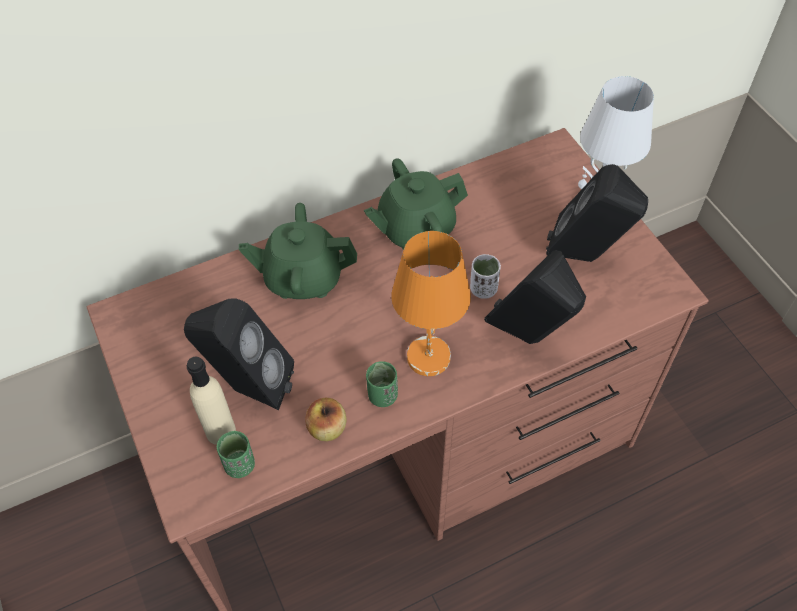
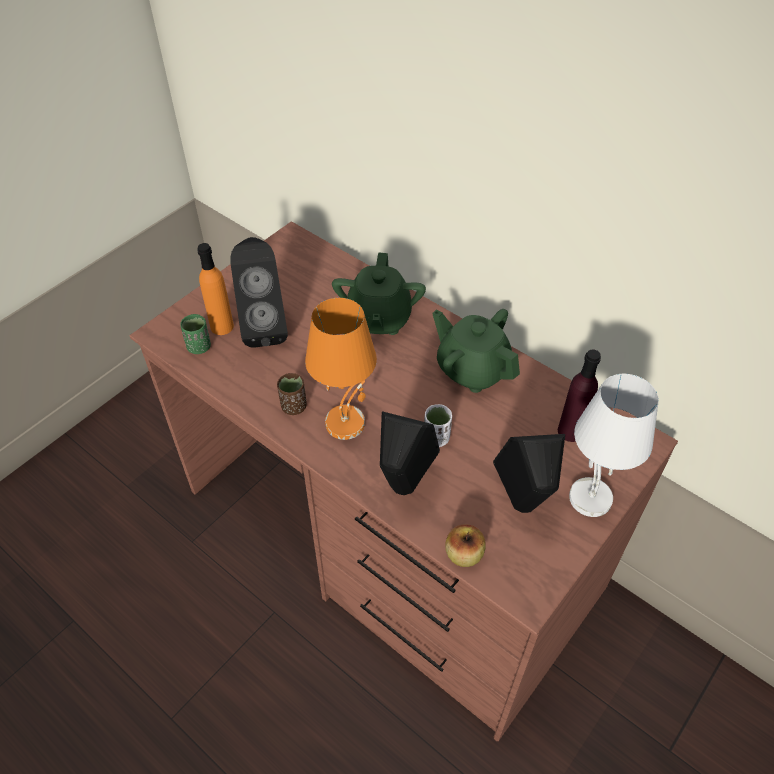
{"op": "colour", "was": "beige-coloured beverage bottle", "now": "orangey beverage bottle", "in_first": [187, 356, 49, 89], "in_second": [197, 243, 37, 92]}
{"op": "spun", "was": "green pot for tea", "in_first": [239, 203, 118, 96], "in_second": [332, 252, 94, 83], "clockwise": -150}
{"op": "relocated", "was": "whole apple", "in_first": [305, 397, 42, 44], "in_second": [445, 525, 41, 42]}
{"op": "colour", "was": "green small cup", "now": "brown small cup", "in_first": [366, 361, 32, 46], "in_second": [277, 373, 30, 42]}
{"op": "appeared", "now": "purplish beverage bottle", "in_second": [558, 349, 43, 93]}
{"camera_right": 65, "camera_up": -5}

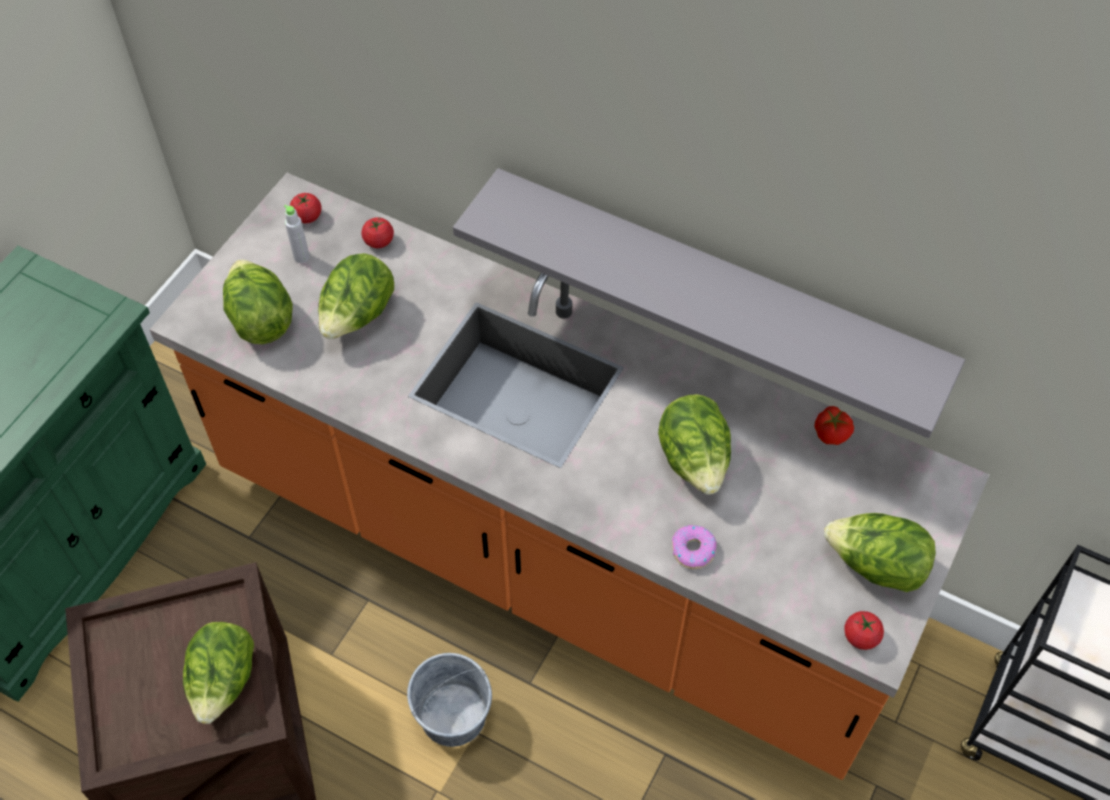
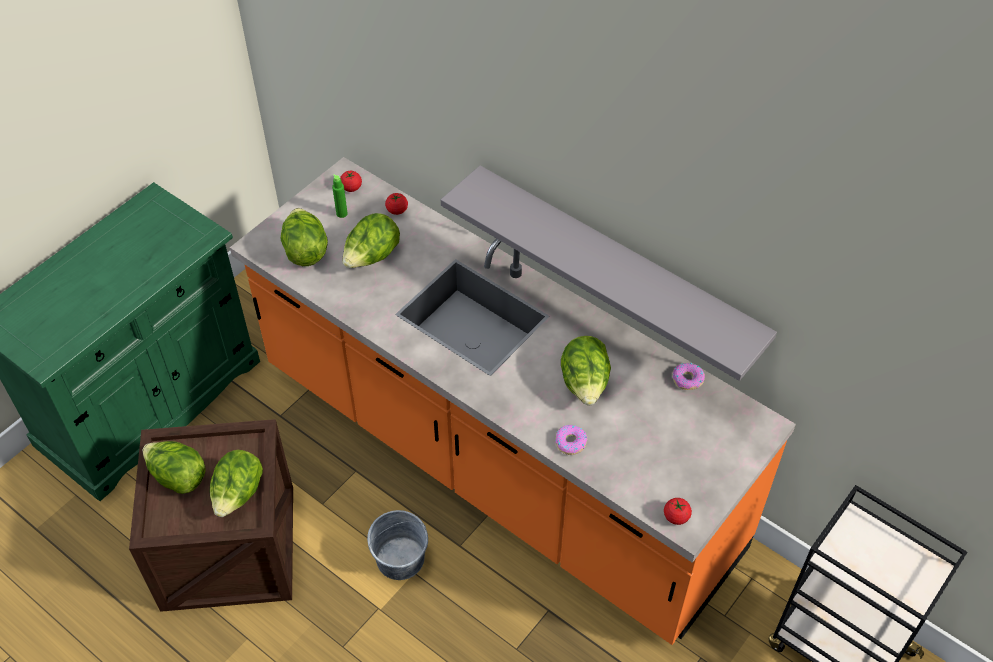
{"op": "colour", "was": "grey beverage bottle", "now": "green beverage bottle", "in_first": [284, 205, 26, 58], "in_second": [332, 174, 16, 44]}
{"op": "exchanged", "was": "fresh tomato", "now": "ring doughnut", "in_first": [814, 406, 40, 39], "in_second": [673, 363, 32, 27]}
{"op": "relocated", "was": "head of lettuce", "in_first": [824, 513, 112, 79], "in_second": [142, 441, 64, 53]}
{"camera_right": 10, "camera_up": -5}

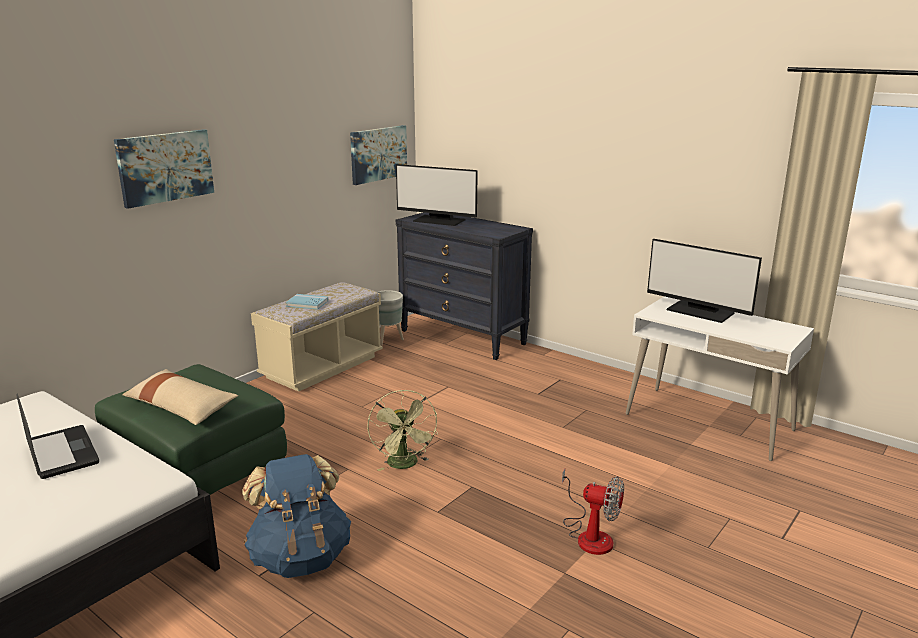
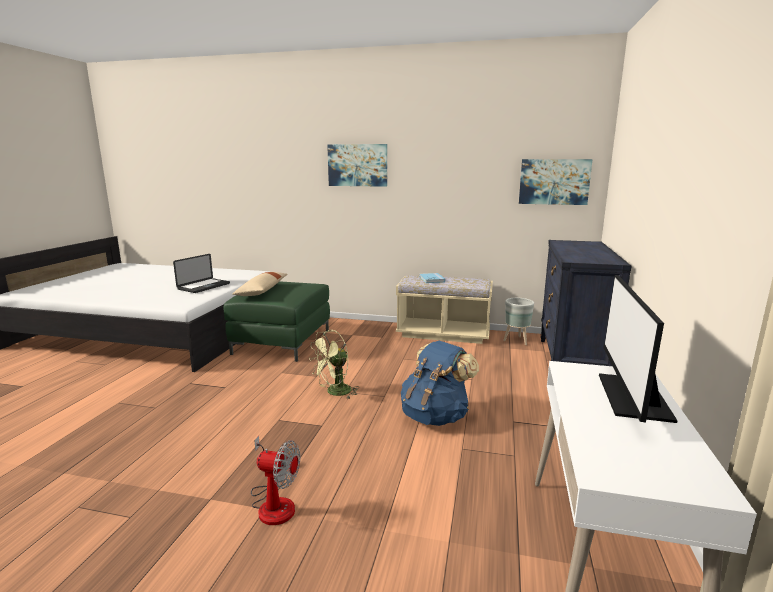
{"op": "relocated", "was": "bluish rucksack", "in_first": [243, 454, 108, 124], "in_second": [401, 341, 78, 85]}
{"op": "missing", "was": "computer display", "in_first": [396, 164, 82, 62]}
{"op": "spun", "was": "electric fan", "in_first": [562, 469, 62, 86], "in_second": [251, 436, 49, 89], "clockwise": -75}
{"camera_right": 65, "camera_up": -5}

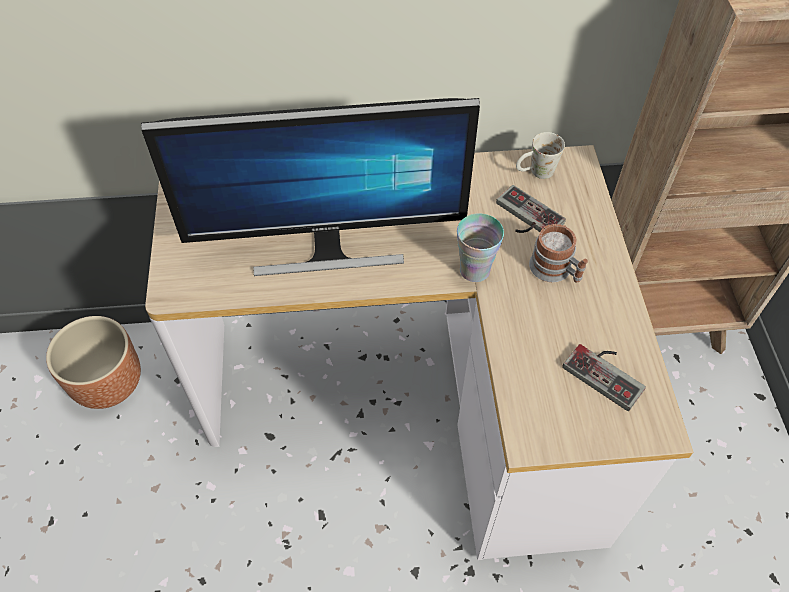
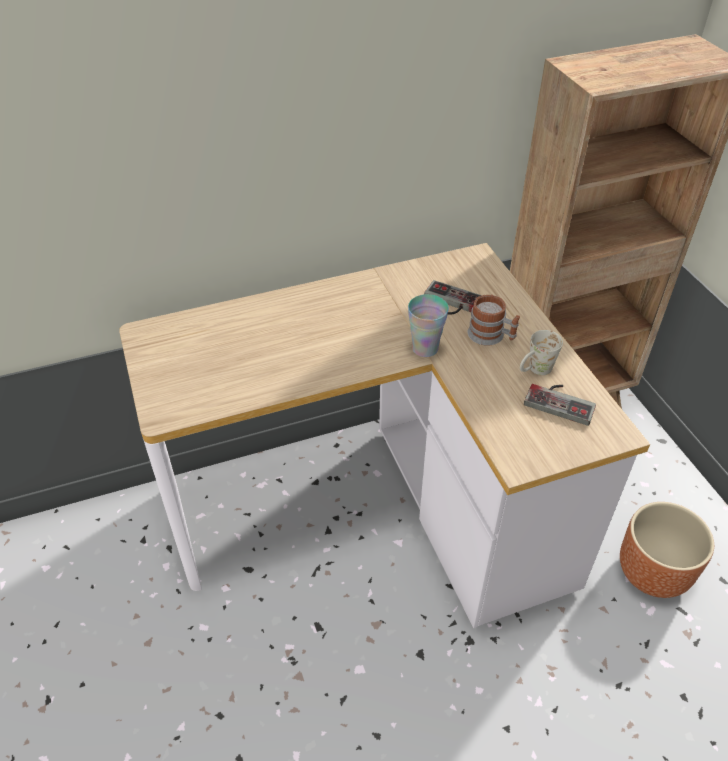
{"op": "relocated", "was": "brown flower pot", "in_first": [46, 316, 95, 93], "in_second": [620, 502, 94, 96]}
{"op": "missing", "was": "computer display", "in_first": [141, 98, 339, 178]}
{"op": "relocated", "was": "white mug", "in_first": [516, 132, 49, 47], "in_second": [520, 330, 43, 45]}
{"camera_right": -15, "camera_up": -10}

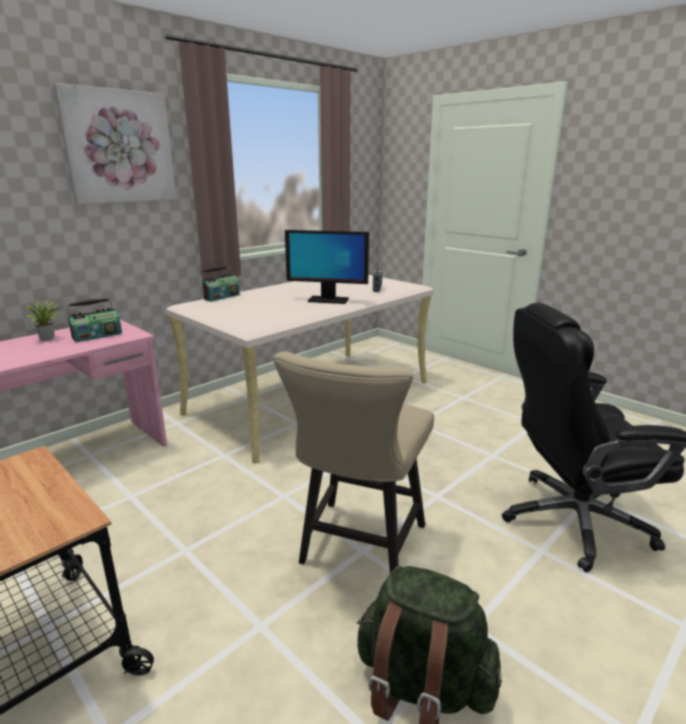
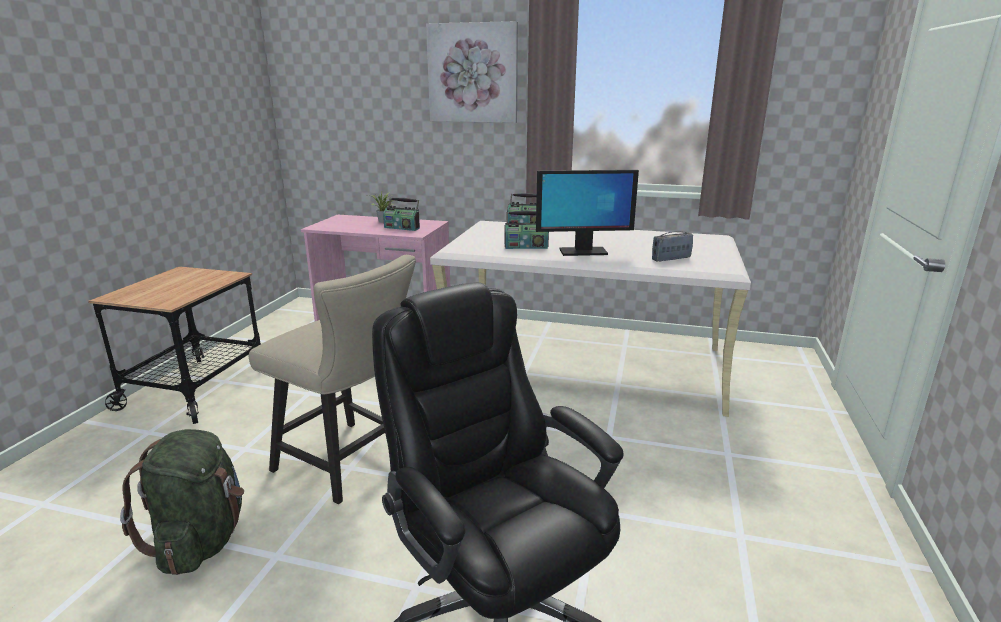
{"op": "spun", "was": "beige-coloured chair", "in_first": [273, 351, 161, 222], "in_second": [249, 255, 167, 249], "clockwise": -135}
{"op": "spun", "was": "computer display", "in_first": [285, 230, 84, 74], "in_second": [536, 170, 103, 86], "clockwise": -75}
{"op": "appeared", "now": "radio", "in_second": [505, 211, 44, 38]}
{"camera_right": 60, "camera_up": 0}

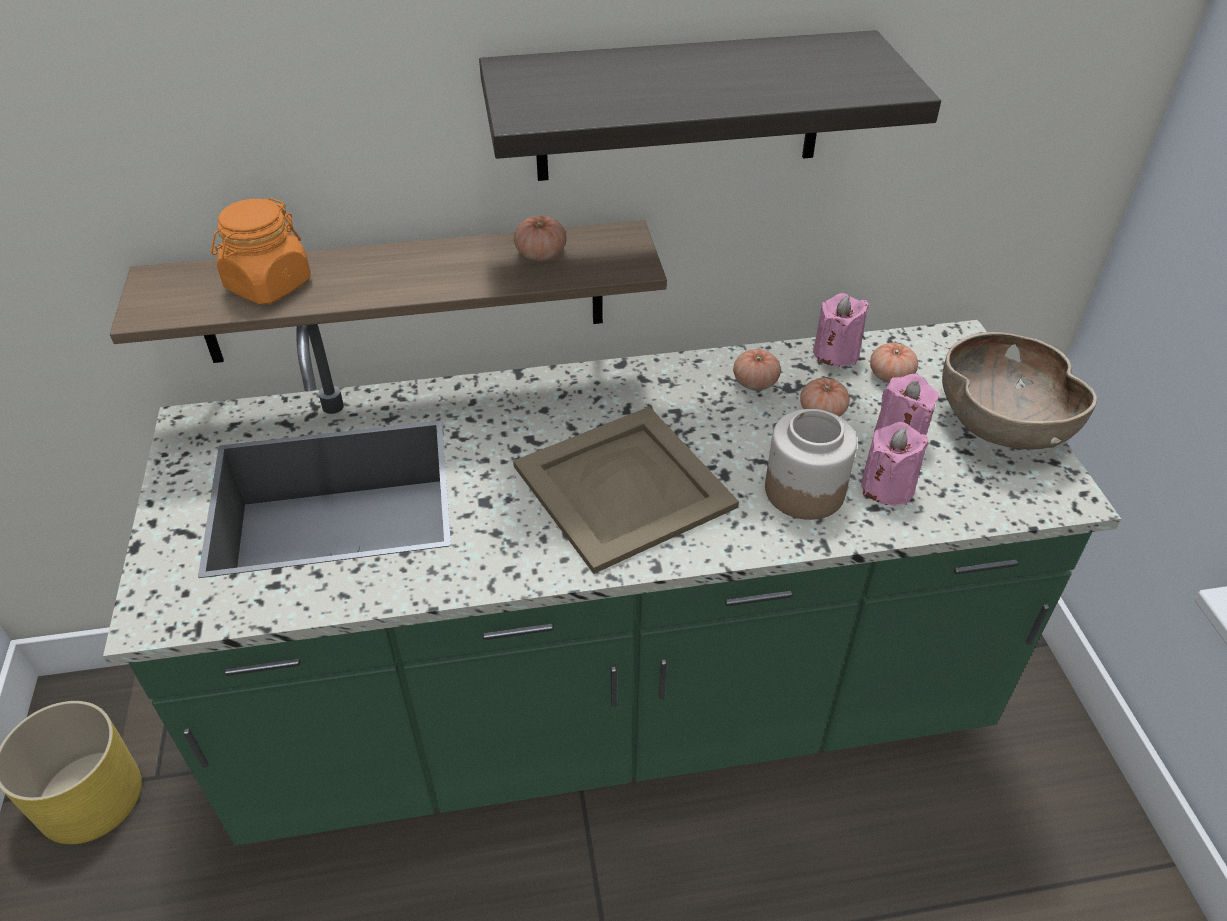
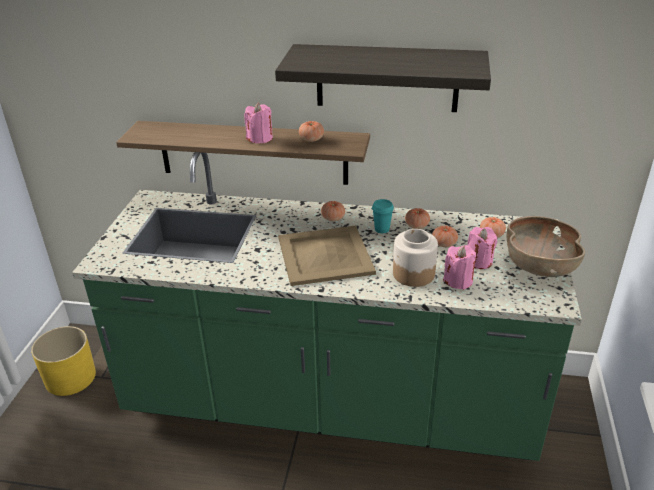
{"op": "missing", "was": "orangey storage jar", "in_first": [211, 197, 100, 108]}
{"op": "relocated", "was": "pink wax light", "in_first": [813, 293, 56, 74], "in_second": [244, 103, 29, 40]}
{"op": "appeared", "now": "fresh tomato", "in_second": [321, 201, 24, 20]}
{"op": "appeared", "now": "turquoise-coloured small cup", "in_second": [372, 199, 22, 34]}
{"camera_right": 20, "camera_up": -10}

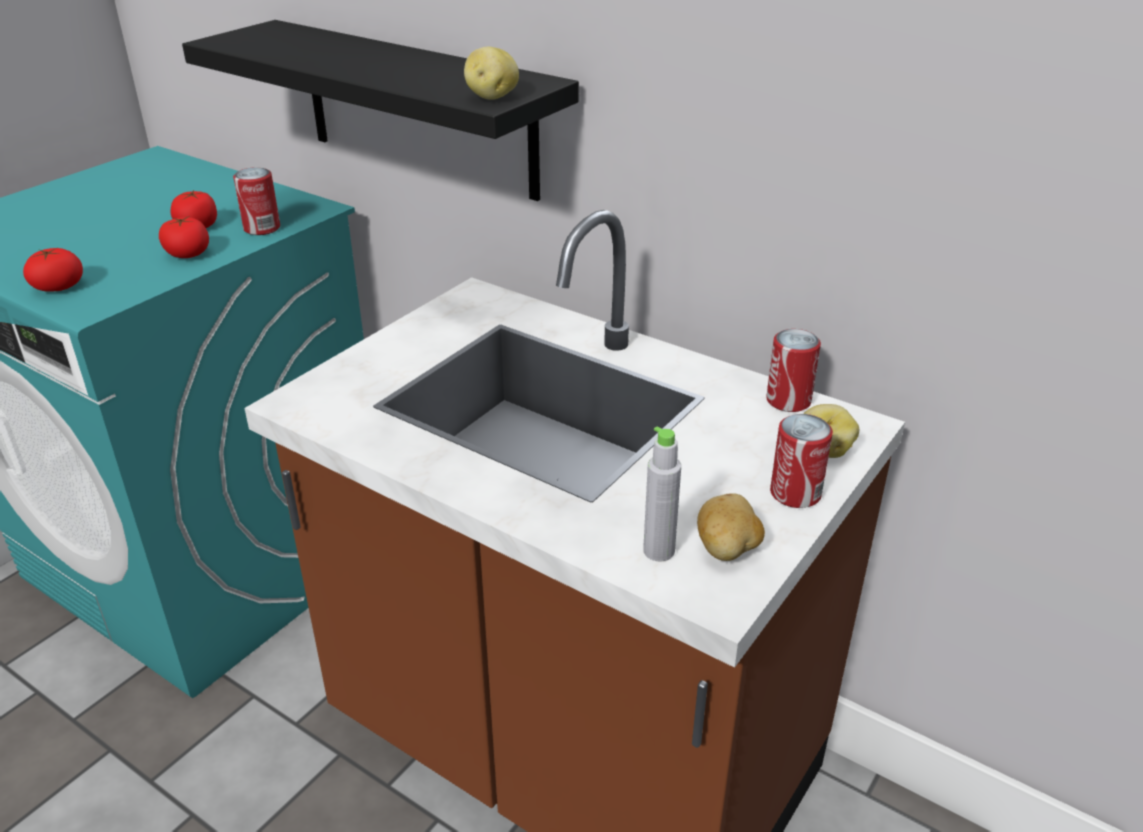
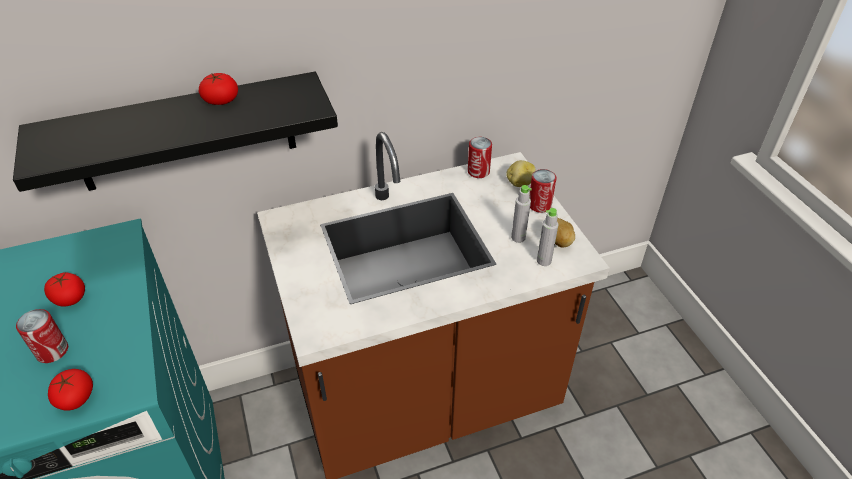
{"op": "relocated", "was": "fresh tomato", "in_first": [159, 216, 50, 42], "in_second": [199, 73, 39, 32]}
{"op": "relocated", "was": "metal can", "in_first": [233, 167, 47, 68], "in_second": [16, 309, 52, 54]}
{"op": "missing", "was": "spud", "in_first": [464, 47, 55, 53]}
{"op": "appeared", "now": "grey beverage bottle", "in_second": [511, 185, 21, 58]}
{"camera_right": -55, "camera_up": 10}

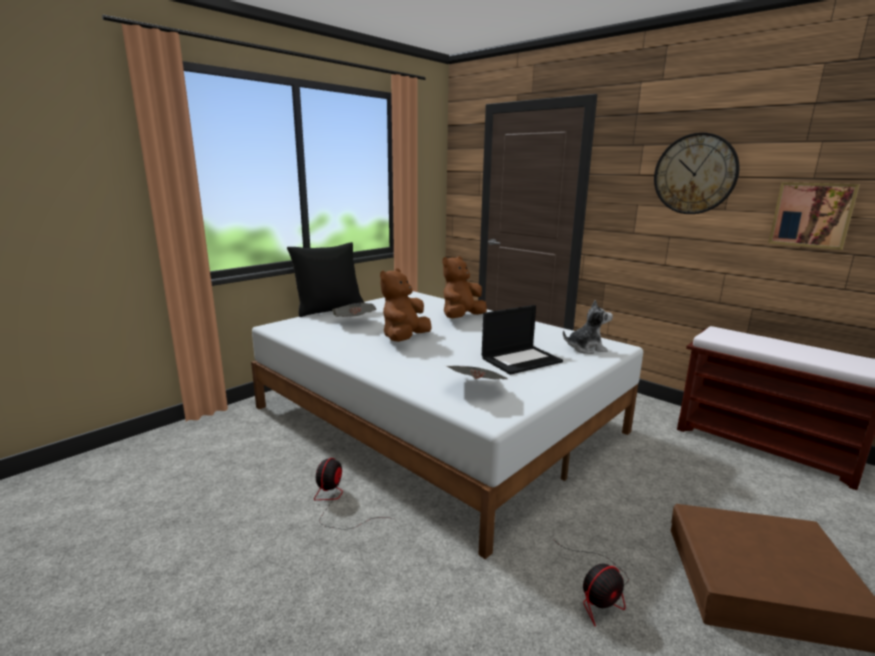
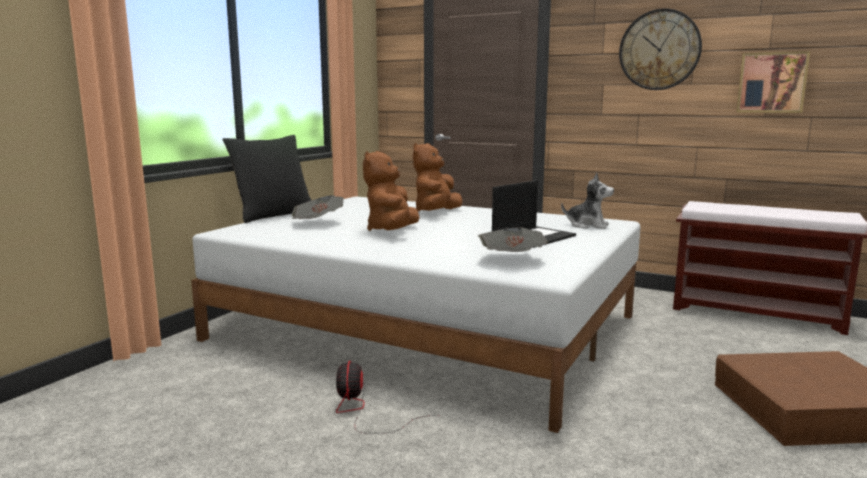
{"op": "missing", "was": "electric fan", "in_first": [552, 538, 77, 88]}
{"op": "spun", "was": "cuddly toy", "in_first": [563, 300, 50, 54], "in_second": [561, 173, 53, 56], "clockwise": 45}
{"camera_right": -15, "camera_up": -5}

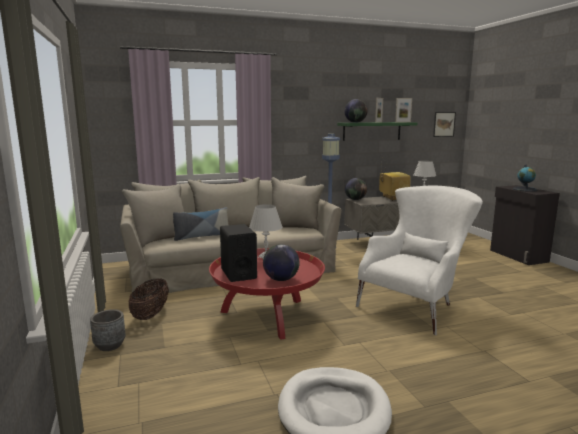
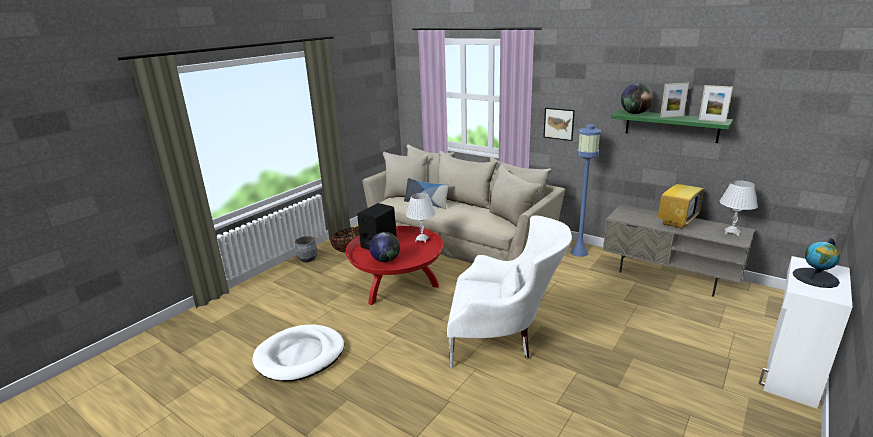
{"op": "missing", "was": "world globe", "in_first": [345, 178, 22, 22]}
{"op": "relocated", "was": "wall art", "in_first": [433, 112, 23, 25], "in_second": [543, 108, 32, 33]}
{"op": "colour", "was": "blackish cabinet", "now": "white cabinet", "in_first": [490, 185, 70, 80], "in_second": [759, 256, 93, 152]}
{"camera_right": 55, "camera_up": 10}

